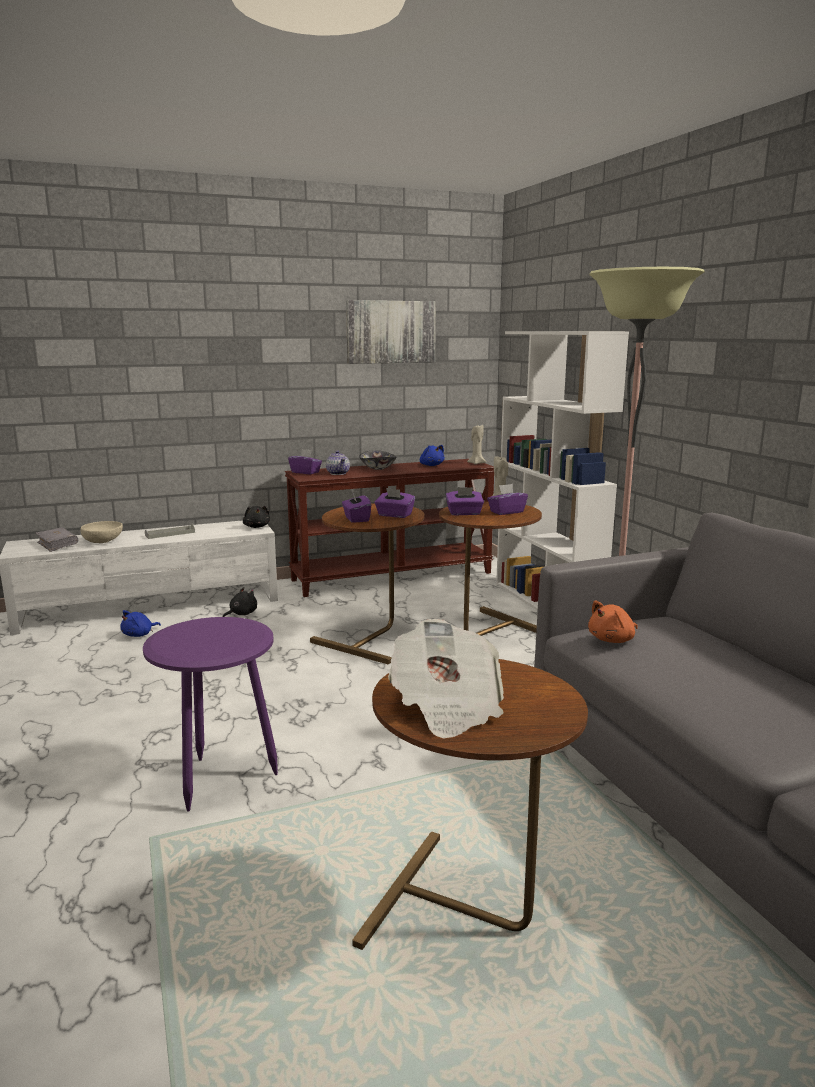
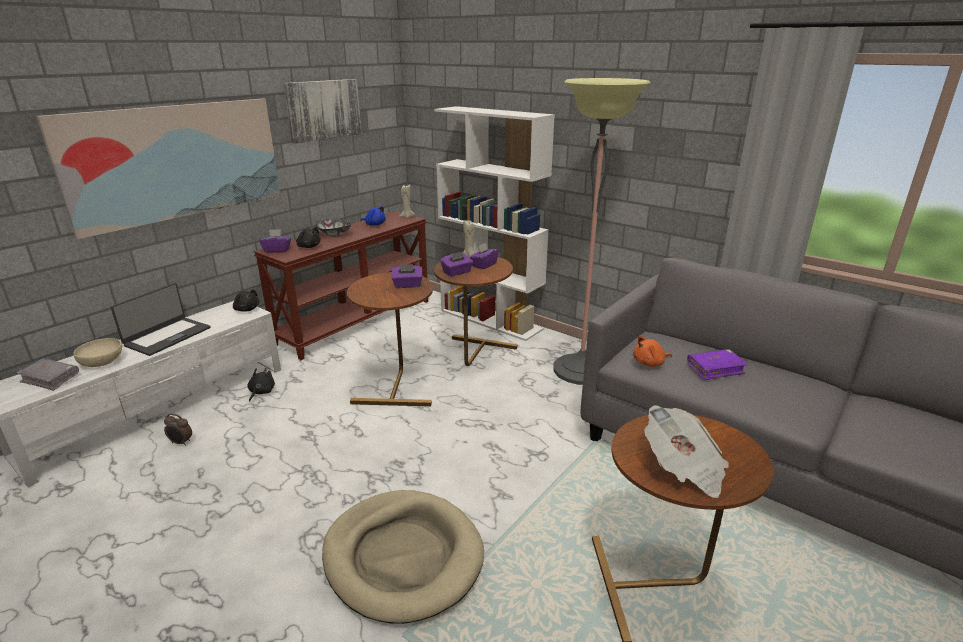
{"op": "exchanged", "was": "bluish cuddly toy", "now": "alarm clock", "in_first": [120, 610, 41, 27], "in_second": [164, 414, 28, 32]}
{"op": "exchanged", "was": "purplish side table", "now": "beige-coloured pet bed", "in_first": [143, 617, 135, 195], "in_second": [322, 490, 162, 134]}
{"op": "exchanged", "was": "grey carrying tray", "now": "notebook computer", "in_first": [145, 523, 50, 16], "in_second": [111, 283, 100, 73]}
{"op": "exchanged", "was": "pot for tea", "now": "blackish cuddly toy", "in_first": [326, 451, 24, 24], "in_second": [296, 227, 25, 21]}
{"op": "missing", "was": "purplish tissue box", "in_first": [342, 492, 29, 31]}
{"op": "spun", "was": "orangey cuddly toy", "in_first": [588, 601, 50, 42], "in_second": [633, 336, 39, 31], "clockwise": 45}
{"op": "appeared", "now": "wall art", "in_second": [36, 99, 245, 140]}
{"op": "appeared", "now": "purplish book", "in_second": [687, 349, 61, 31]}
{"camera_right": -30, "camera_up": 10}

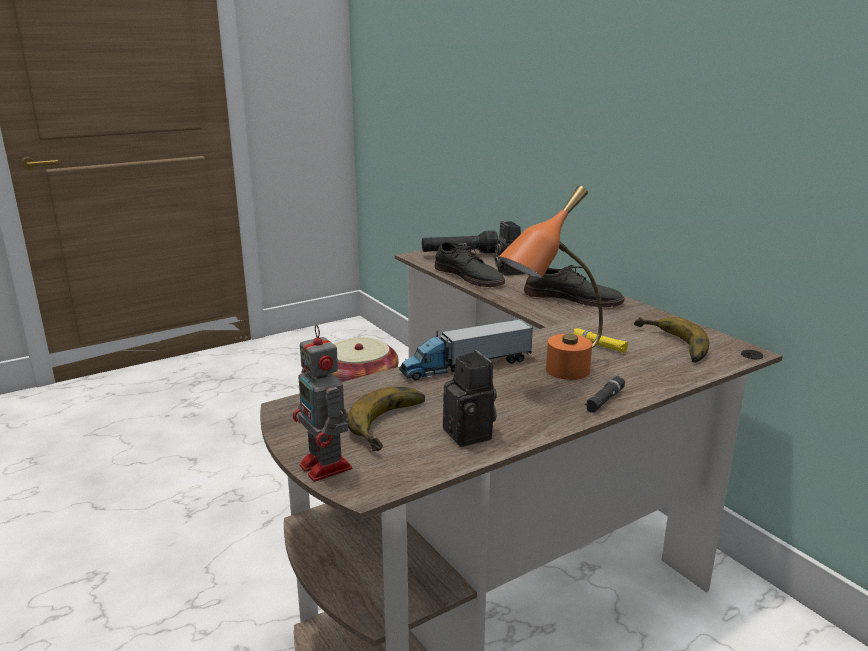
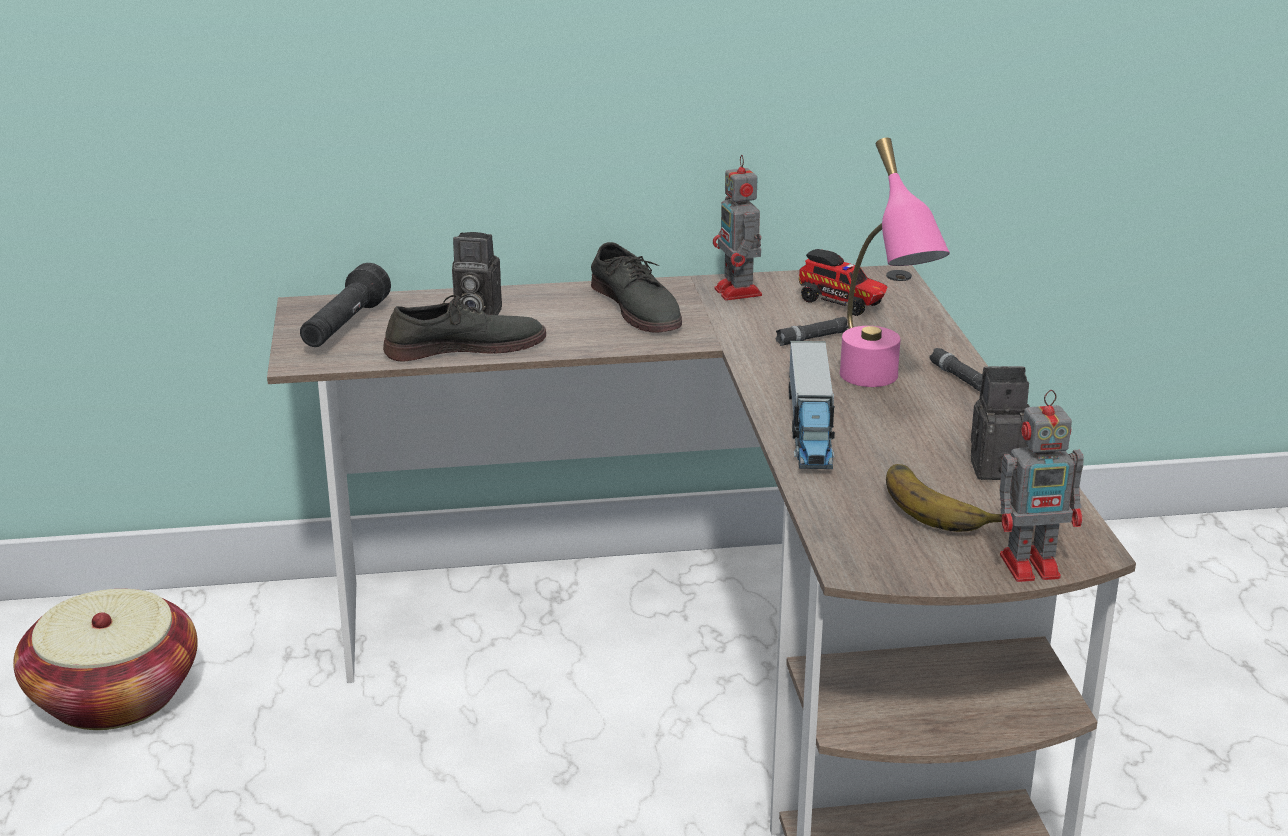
{"op": "colour", "was": "orangey lamp for a table", "now": "pink lamp for a table", "in_first": [498, 186, 105, 194], "in_second": [840, 138, 110, 249]}
{"op": "spun", "was": "grey low shoe", "in_first": [524, 265, 101, 42], "in_second": [591, 242, 91, 91], "clockwise": 105}
{"op": "colour", "was": "yellow-coloured flashlight", "now": "blackish flashlight", "in_first": [573, 328, 55, 25], "in_second": [775, 317, 74, 29]}
{"op": "exchanged", "was": "banana", "now": "toy truck", "in_first": [633, 317, 76, 46], "in_second": [799, 249, 89, 67]}
{"op": "appeared", "now": "robot figure", "in_second": [713, 155, 49, 146]}
{"camera_right": -65, "camera_up": 5}

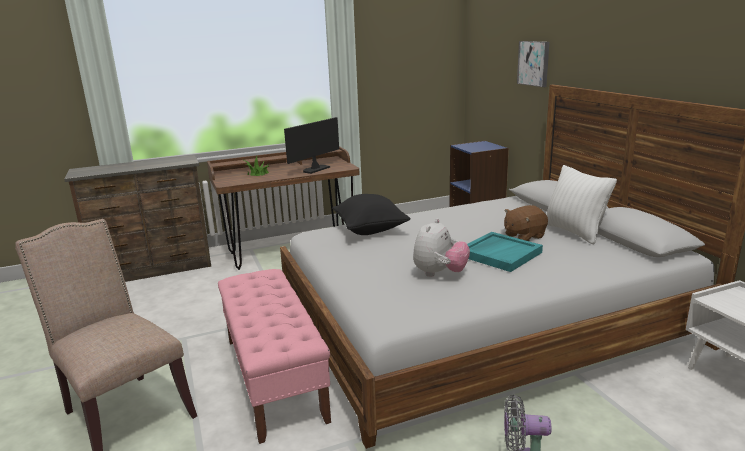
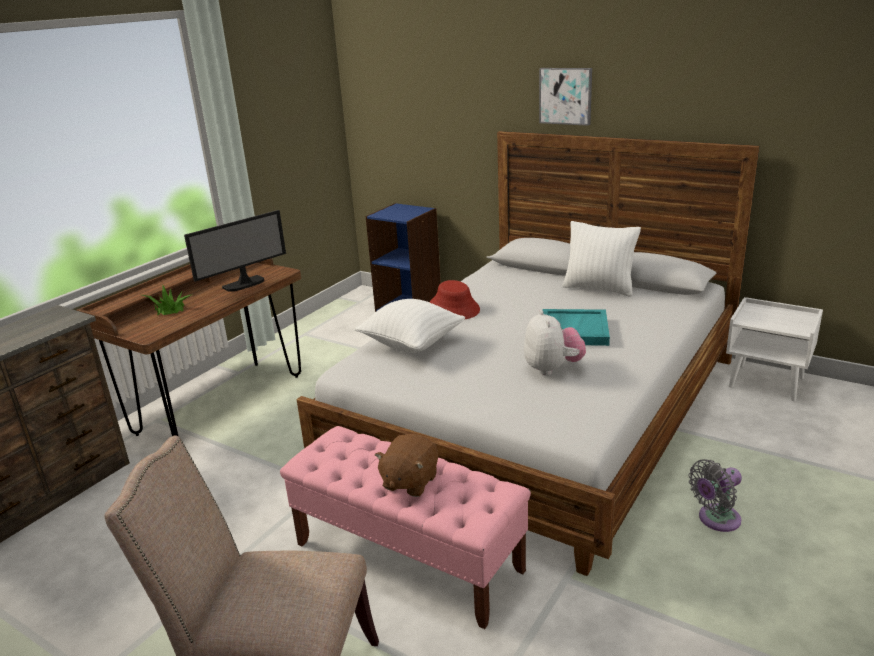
{"op": "spun", "was": "computer display", "in_first": [284, 117, 55, 57], "in_second": [184, 210, 102, 82], "clockwise": -135}
{"op": "colour", "was": "blackish throw pillow", "now": "white throw pillow", "in_first": [332, 194, 79, 41], "in_second": [354, 299, 111, 54]}
{"op": "relocated", "was": "brown cuddly toy", "in_first": [504, 205, 44, 36], "in_second": [375, 434, 64, 63]}
{"op": "relocated", "was": "wall art", "in_first": [517, 41, 32, 46], "in_second": [539, 68, 53, 58]}
{"op": "appeared", "now": "reddish wearable hat", "in_second": [430, 280, 50, 39]}
{"camera_right": -35, "camera_up": 5}

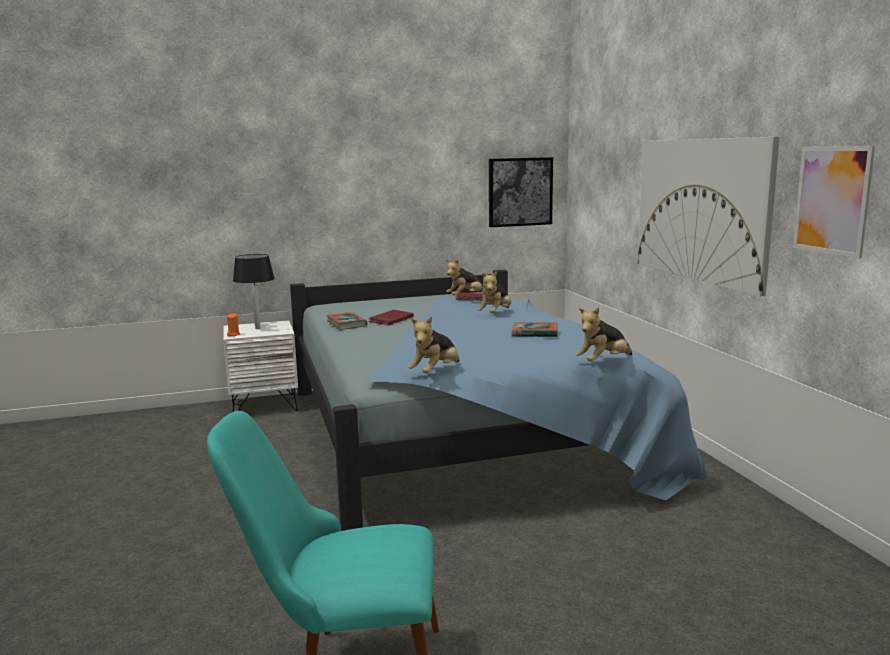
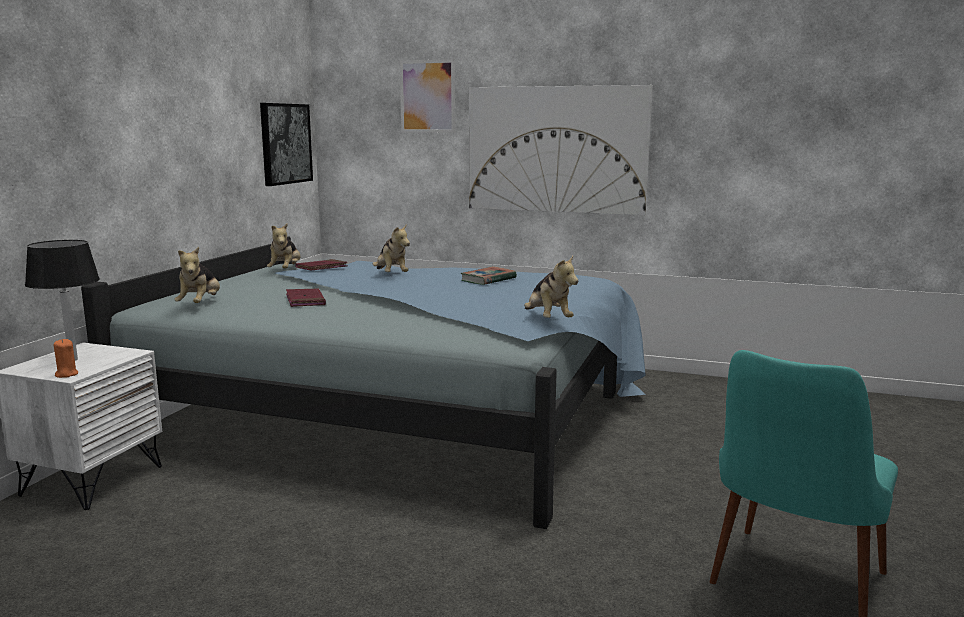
{"op": "missing", "was": "book", "in_first": [326, 312, 41, 18]}
{"op": "relocated", "was": "cuddly toy", "in_first": [575, 307, 57, 54], "in_second": [174, 247, 46, 56]}
{"op": "relocated", "was": "wall art", "in_first": [793, 146, 82, 112], "in_second": [400, 59, 55, 74]}
{"camera_right": -55, "camera_up": 0}

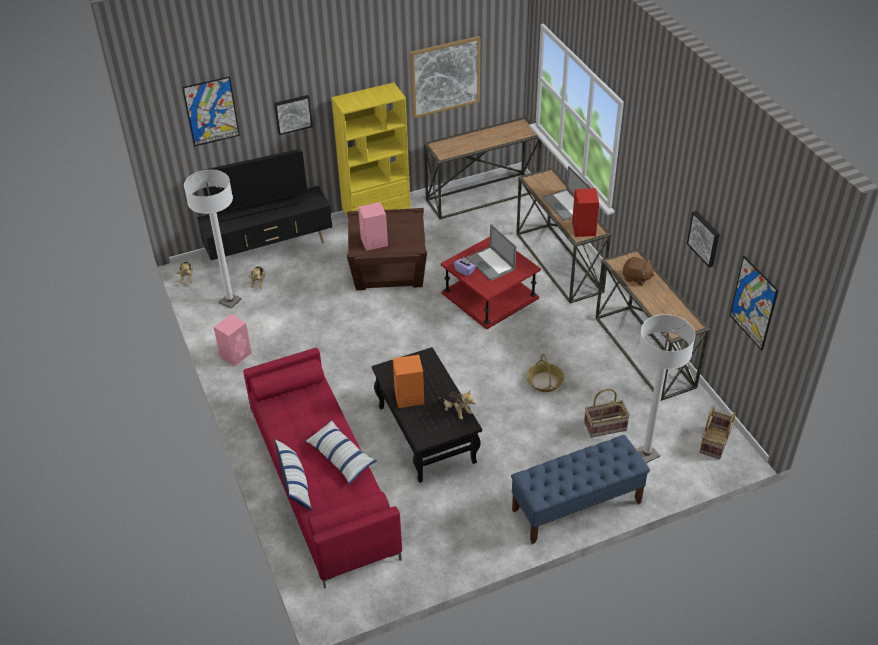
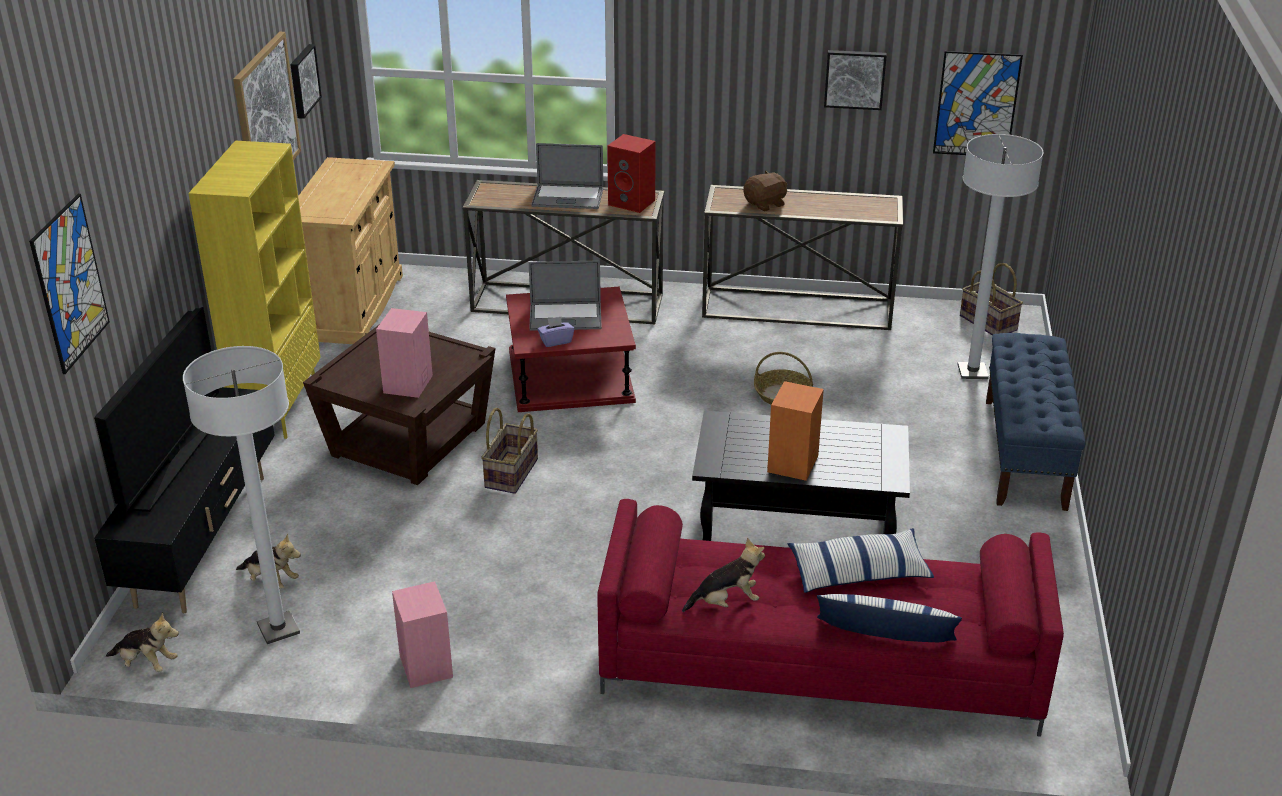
{"op": "relocated", "was": "wall art", "in_first": [274, 95, 39, 40], "in_second": [290, 44, 32, 75]}
{"op": "exchanged", "was": "narrow table", "now": "beige-coloured cabinet", "in_first": [424, 117, 118, 102], "in_second": [298, 157, 105, 187]}
{"op": "relocated", "was": "cuddly toy", "in_first": [437, 390, 39, 29], "in_second": [682, 538, 83, 74]}
{"op": "relocated", "was": "household basket", "in_first": [584, 388, 46, 50], "in_second": [481, 408, 57, 86]}
{"camera_right": -60, "camera_up": -10}

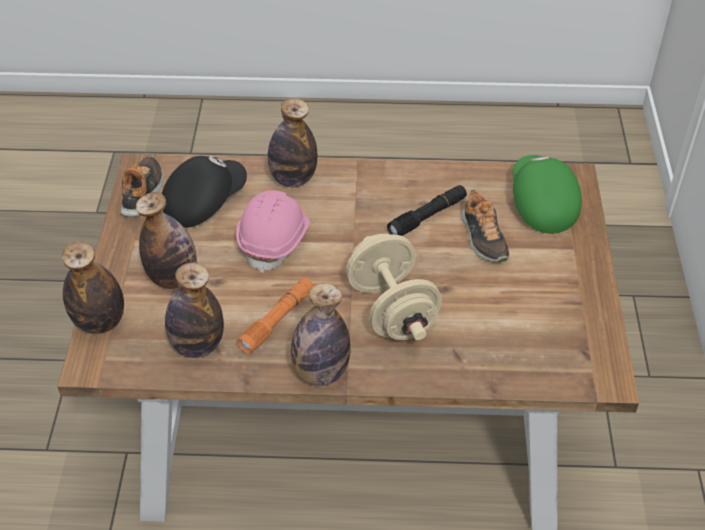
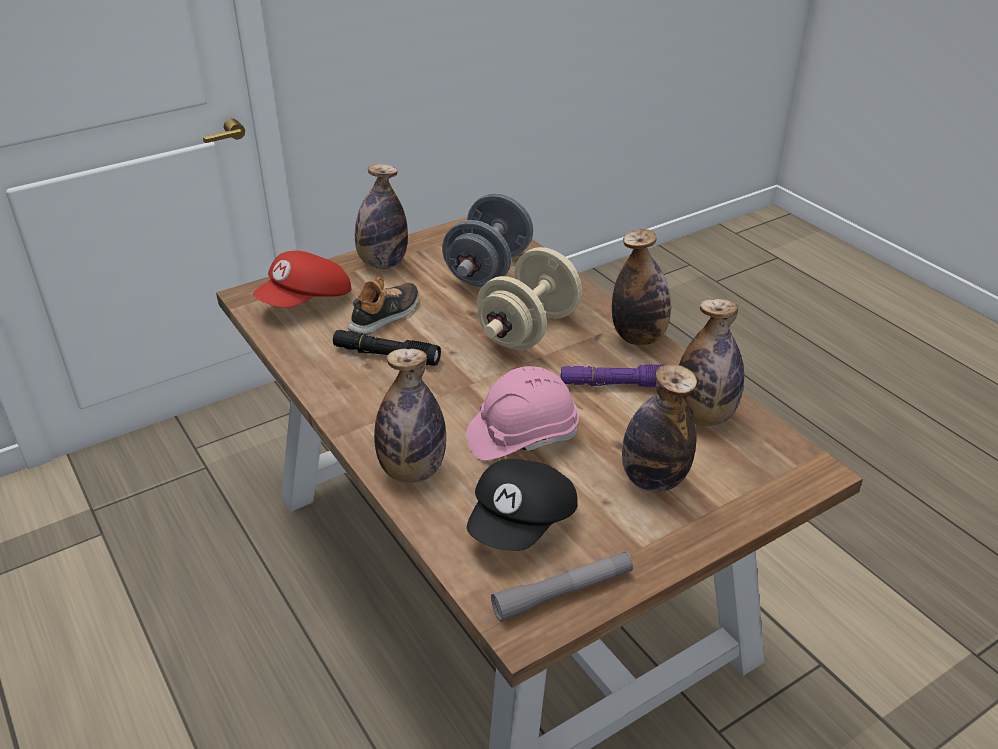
{"op": "relocated", "was": "beverage bottle", "in_first": [62, 242, 62, 92], "in_second": [355, 164, 53, 105]}
{"op": "exchanged", "was": "low shoe", "now": "grey flashlight", "in_first": [120, 156, 43, 61], "in_second": [491, 552, 142, 70]}
{"op": "spun", "was": "blackish peaked cap", "in_first": [162, 156, 85, 72], "in_second": [467, 459, 111, 92], "clockwise": -75}
{"op": "colour", "was": "orangey flashlight", "now": "purplish flashlight", "in_first": [237, 278, 77, 75], "in_second": [561, 364, 105, 23]}
{"op": "colour", "was": "green peaked cap", "now": "reddish peaked cap", "in_first": [512, 155, 70, 79], "in_second": [253, 251, 98, 57]}
{"op": "appeared", "now": "grey dumbbell", "in_second": [442, 193, 91, 94]}
{"camera_right": -125, "camera_up": -10}

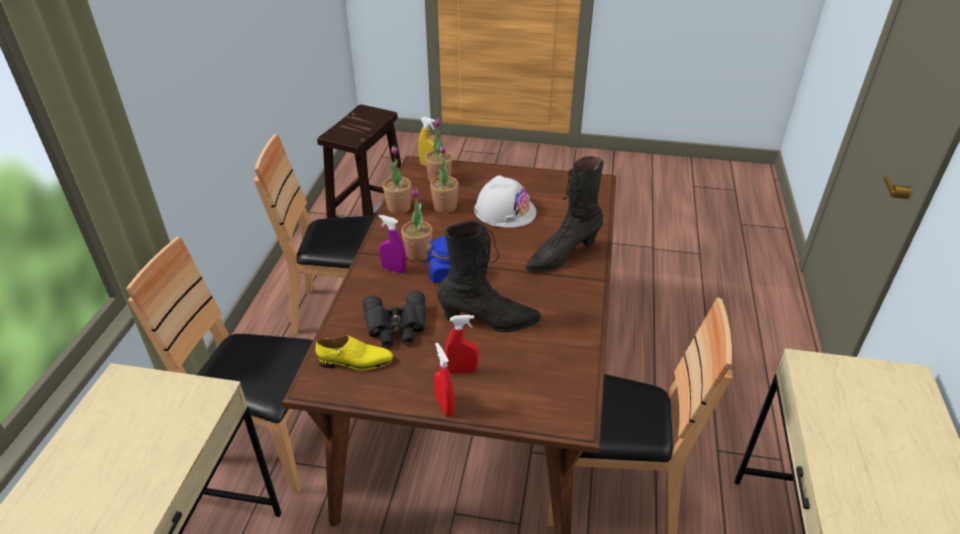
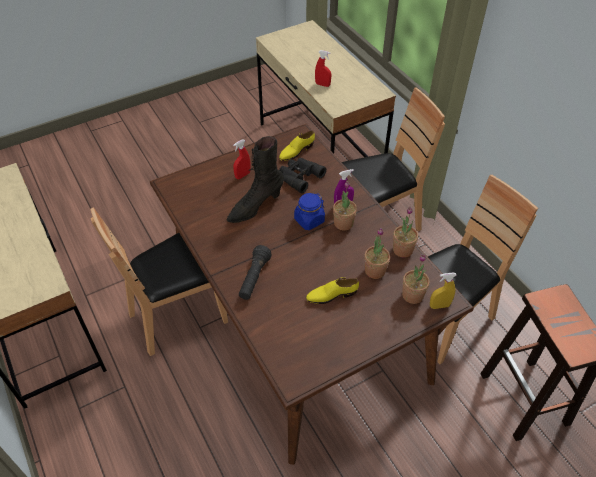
{"op": "relocated", "was": "reddish sprayer", "in_first": [434, 343, 21, 73], "in_second": [315, 50, 16, 37]}
{"op": "exchanged", "was": "white work helmet", "now": "yellow-coloured low shoe", "in_first": [474, 175, 62, 53], "in_second": [306, 277, 53, 27]}
{"op": "exchanged", "was": "blackish high-top boot", "now": "blackish flashlight", "in_first": [525, 156, 79, 116], "in_second": [239, 245, 33, 55]}
{"camera_right": 140, "camera_up": 10}

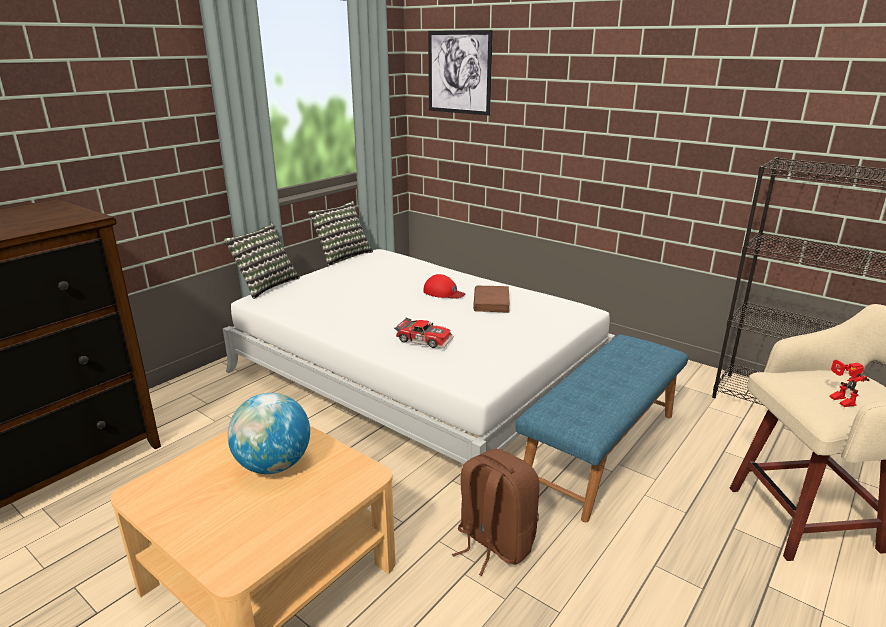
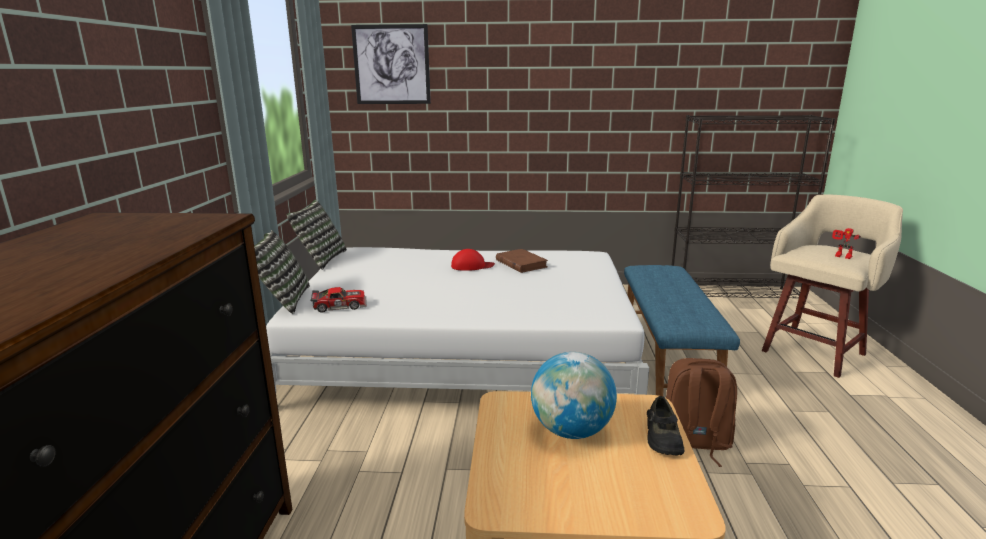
{"op": "relocated", "was": "miniature car", "in_first": [394, 318, 60, 30], "in_second": [311, 287, 56, 26]}
{"op": "appeared", "now": "blackish low shoe", "in_second": [647, 396, 37, 60]}
{"camera_right": -35, "camera_up": -5}

